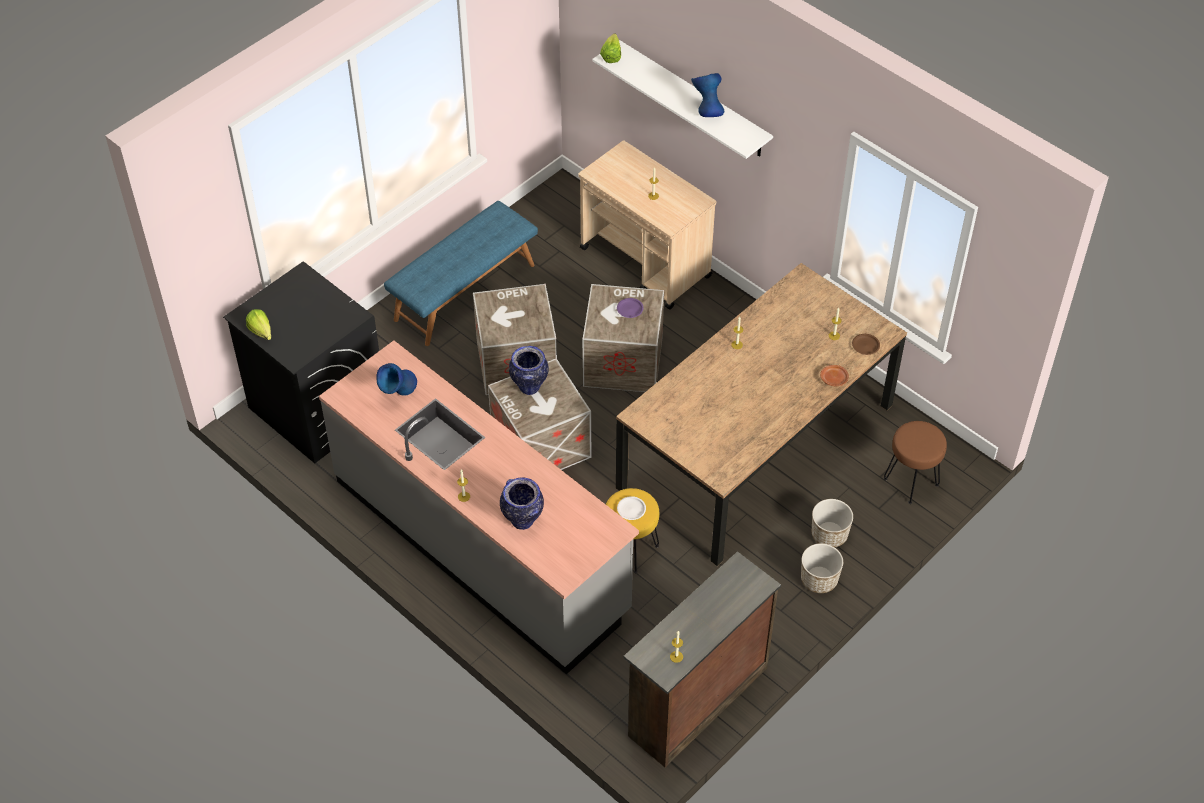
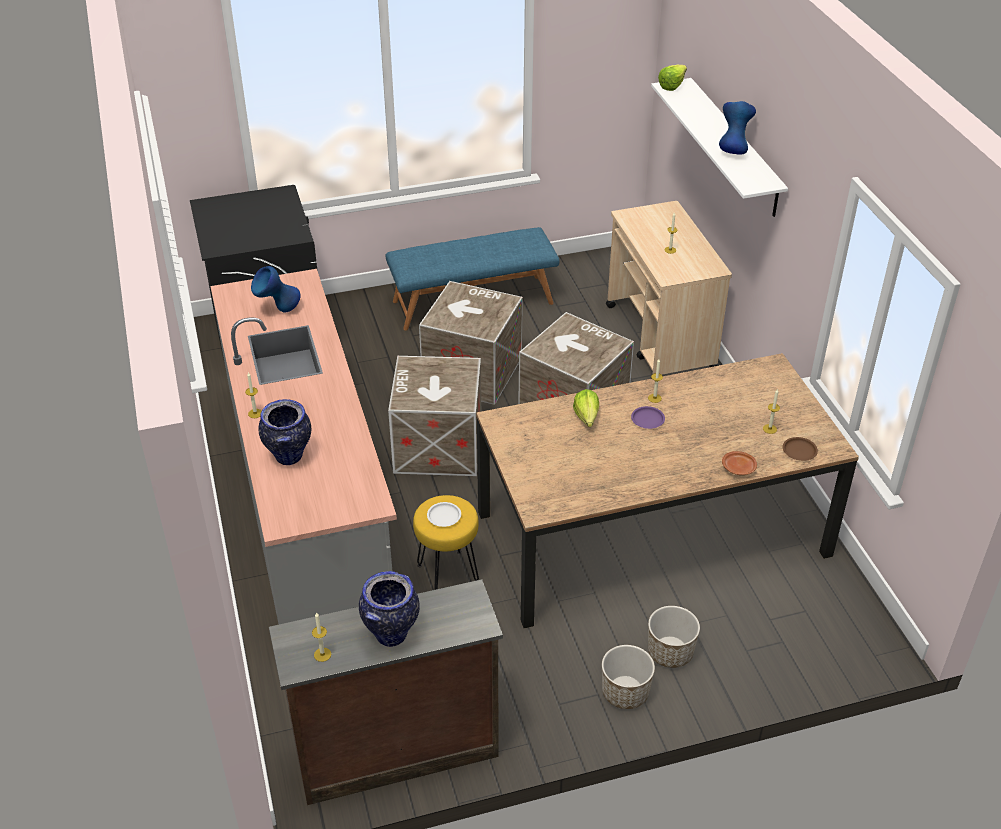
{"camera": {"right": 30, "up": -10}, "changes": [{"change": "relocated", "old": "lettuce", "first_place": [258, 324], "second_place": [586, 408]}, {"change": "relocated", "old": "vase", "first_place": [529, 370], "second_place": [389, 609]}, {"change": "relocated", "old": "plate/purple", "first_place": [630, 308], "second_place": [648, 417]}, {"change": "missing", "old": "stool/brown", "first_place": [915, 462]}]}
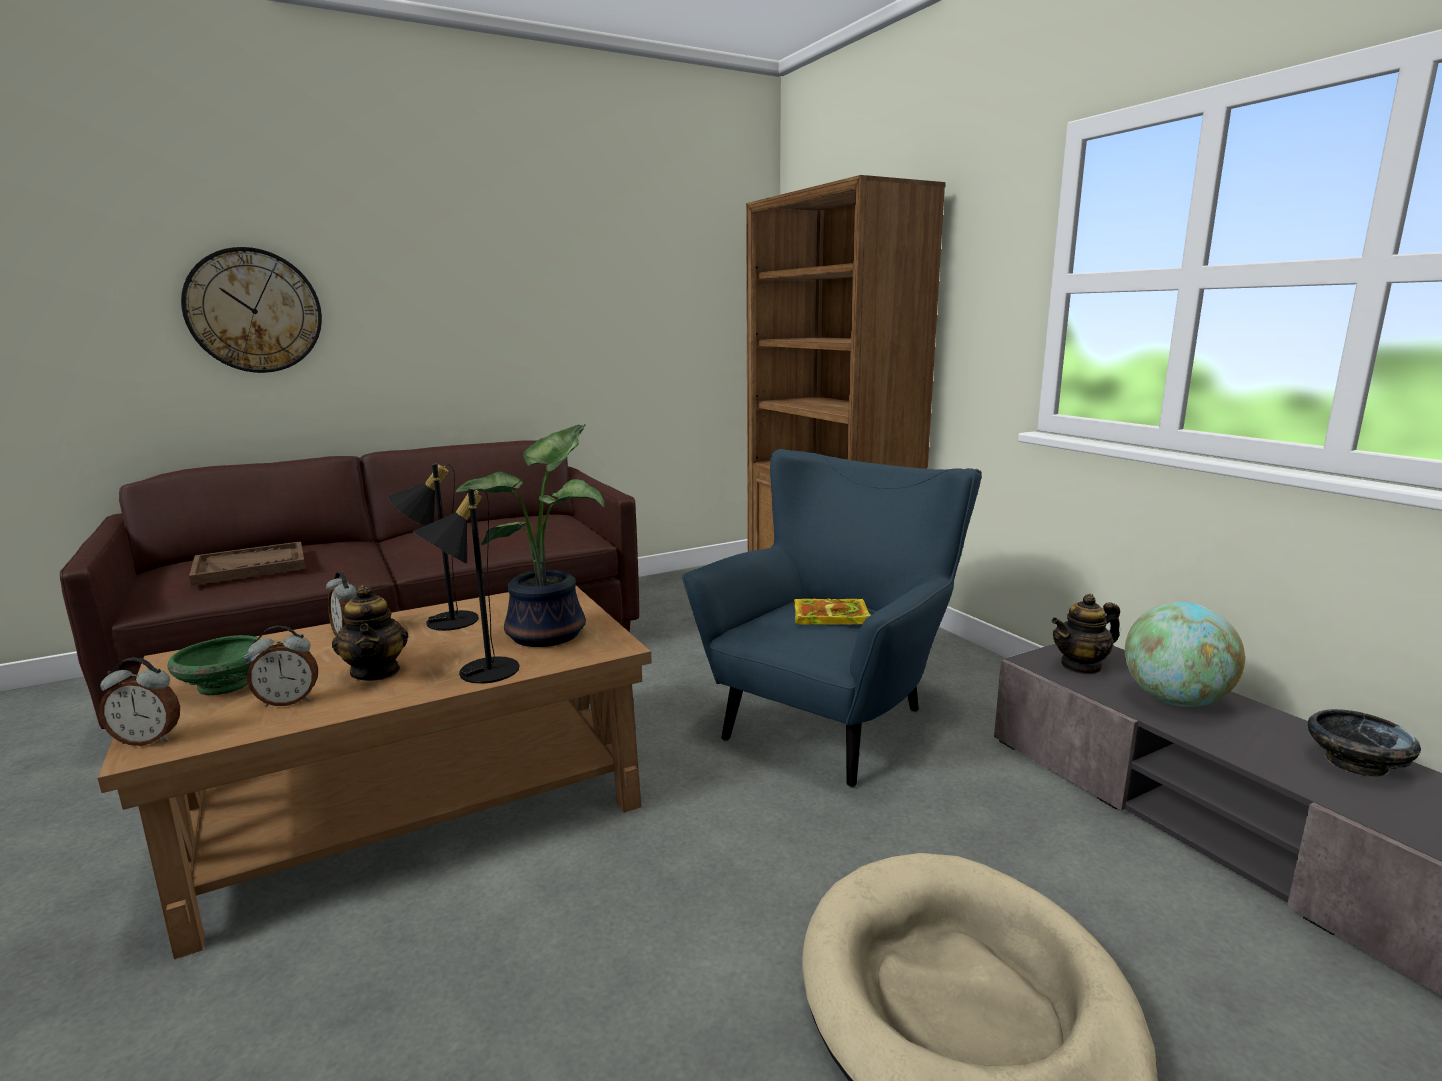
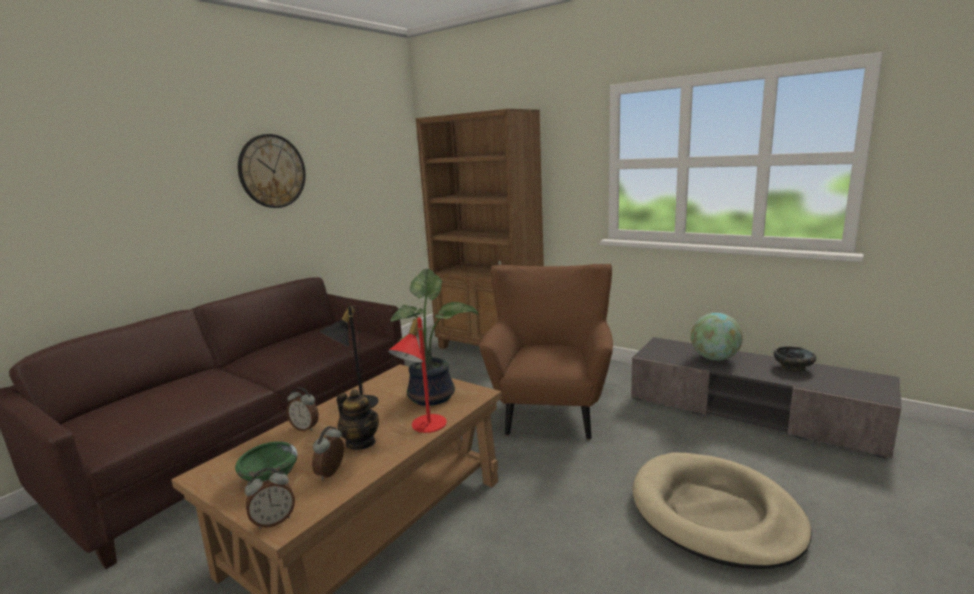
{"camera": {"right": -25, "up": 0}, "changes": [{"change": "relocated", "old": "wall clock", "first_place": [251, 310], "second_place": [272, 171]}, {"change": "missing", "old": "tray/brown", "first_place": [247, 563]}, {"change": "spun", "old": "alarm clock", "first_place": [282, 666], "second_place": [328, 453], "degrees": 150}, {"change": "colour", "old": "table lamp/black", "new": "table lamp/red", "first_place": [465, 586], "second_place": [417, 375]}, {"change": "colour", "old": "armchair/blue", "new": "armchair/brown", "first_place": [832, 618], "second_place": [546, 352]}, {"change": "missing", "old": "book", "first_place": [832, 611]}, {"change": "missing", "old": "teapot", "first_place": [1086, 634]}]}
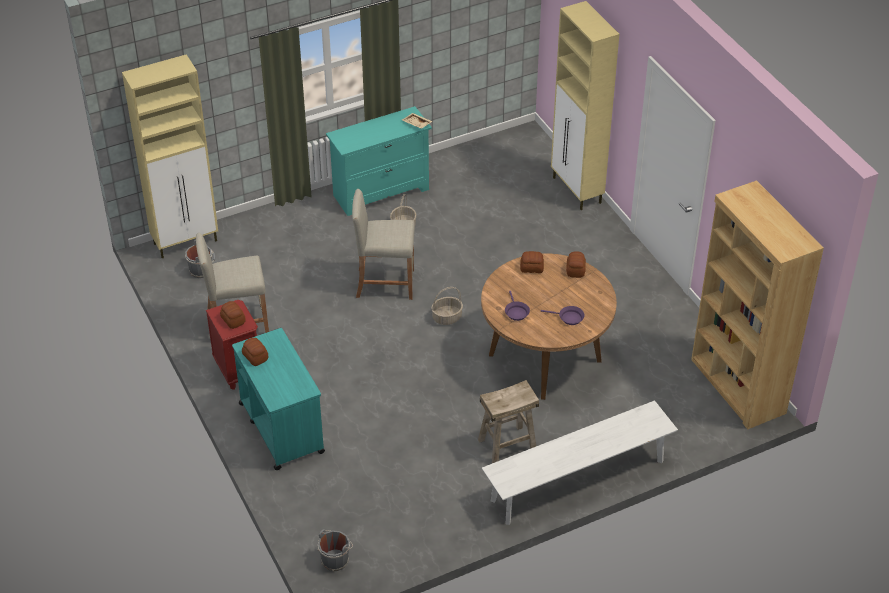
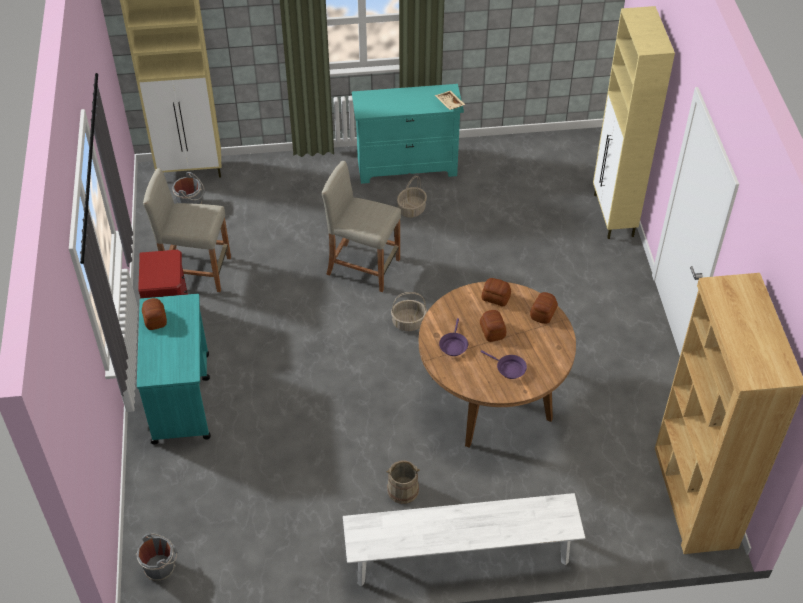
{"camera": {"right": 20, "up": 5}, "changes": [{"change": "relocated", "old": "bread", "first_place": [233, 315], "second_place": [493, 326]}, {"change": "exchanged", "old": "stool/beige", "new": "bucket/beige", "first_place": [508, 421], "second_place": [403, 482]}]}
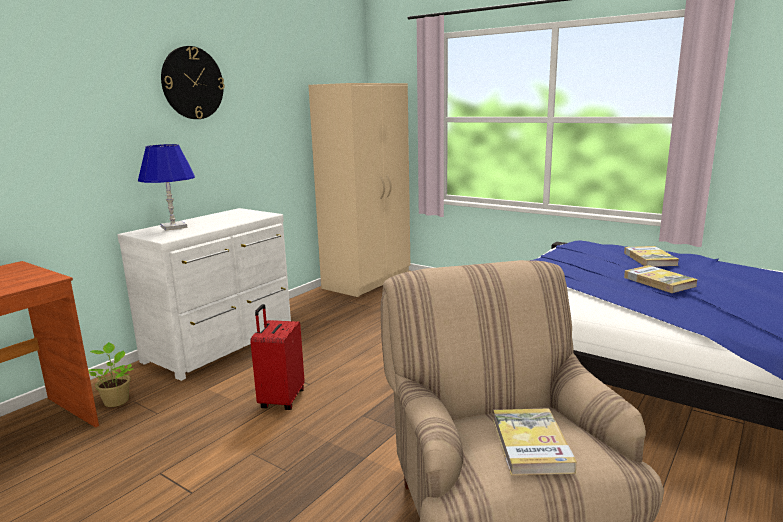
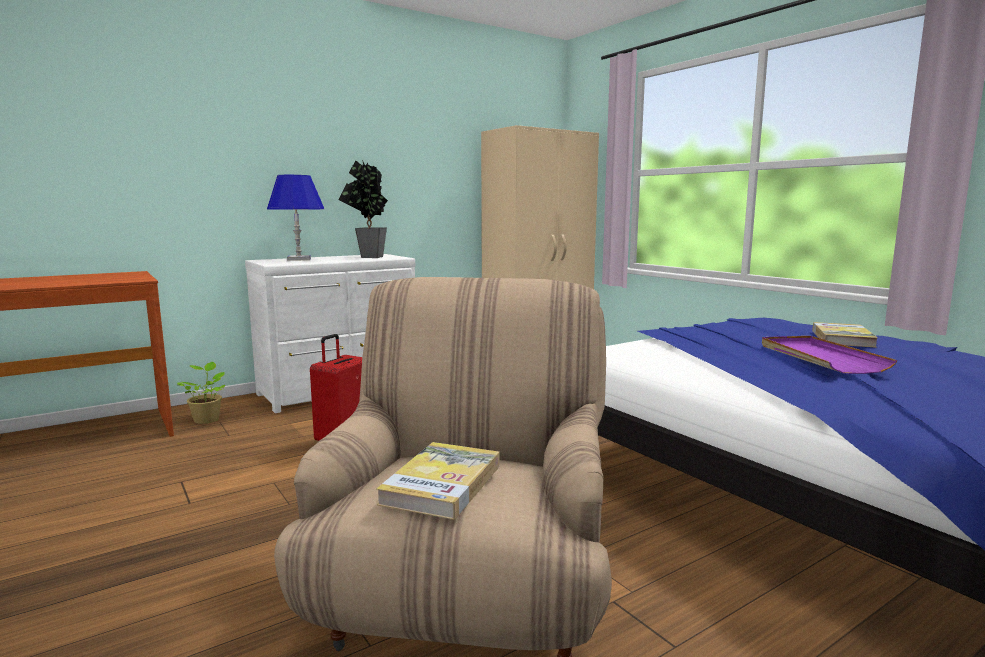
{"camera": {"right": 20, "up": -5}, "changes": [{"change": "missing", "old": "wall clock", "first_place": [193, 82]}, {"change": "exchanged", "old": "book", "new": "tray/purple", "first_place": [661, 279], "second_place": [829, 355]}, {"change": "appeared", "new": "potted plant", "second_place": [363, 209]}]}
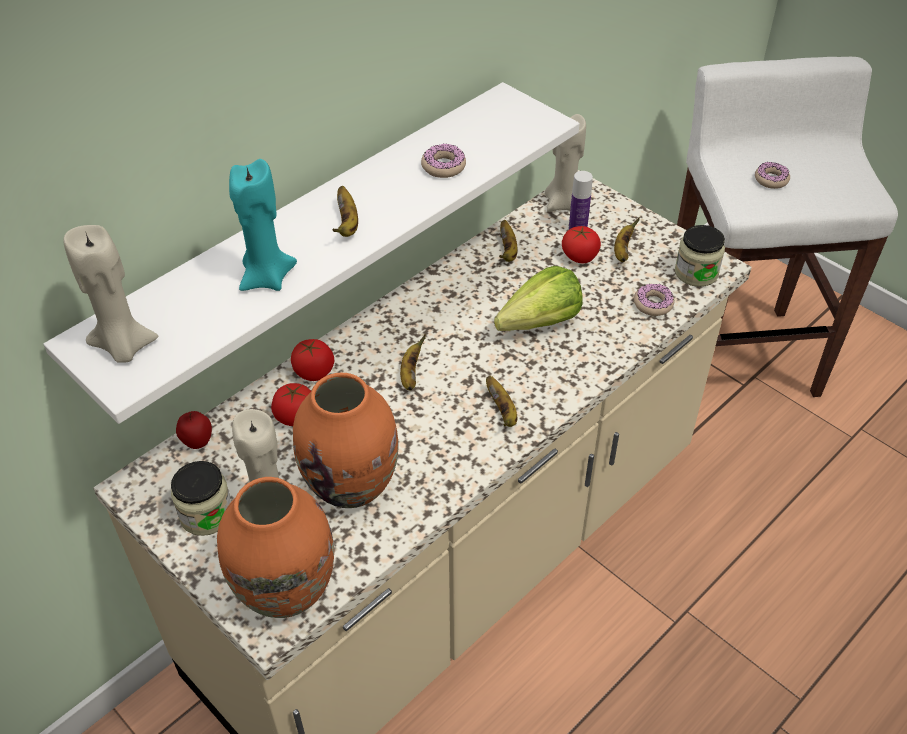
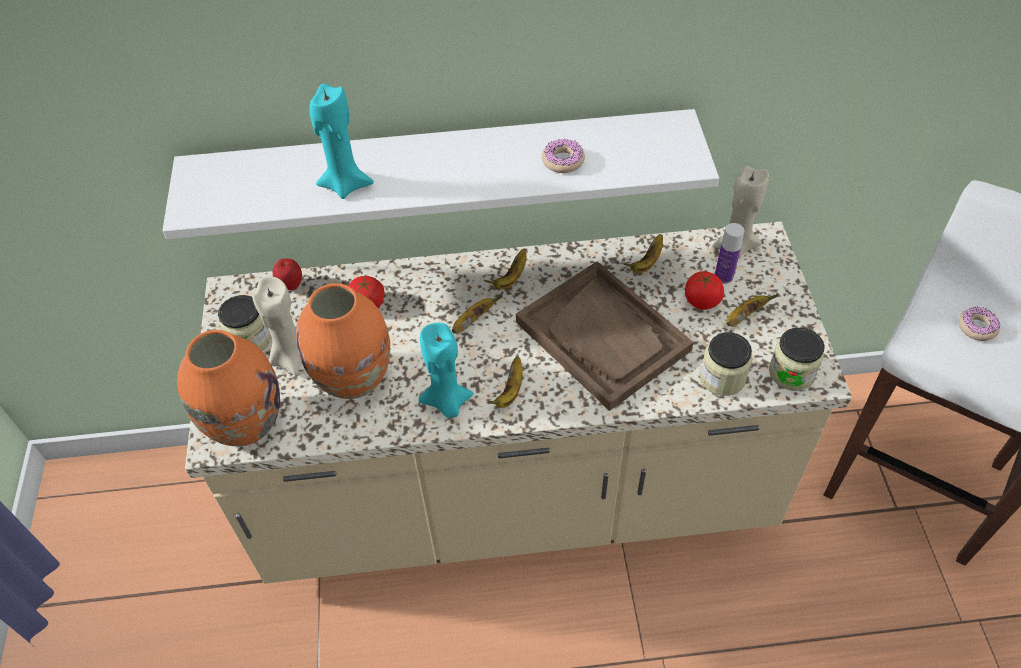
{"camera": {"right": 40, "up": 5}, "changes": [{"change": "missing", "old": "candle/beige", "first_place": [110, 294]}, {"change": "missing", "old": "tomato", "first_place": [312, 360]}, {"change": "relocated", "old": "banana", "first_place": [345, 211], "second_place": [506, 269]}, {"change": "exchanged", "old": "lettuce", "new": "tray/brown", "first_place": [538, 298], "second_place": [605, 336]}, {"change": "exchanged", "old": "donut", "new": "jar", "first_place": [654, 300], "second_place": [726, 364]}, {"change": "appeared", "new": "candle/turquoise", "second_place": [446, 370]}]}
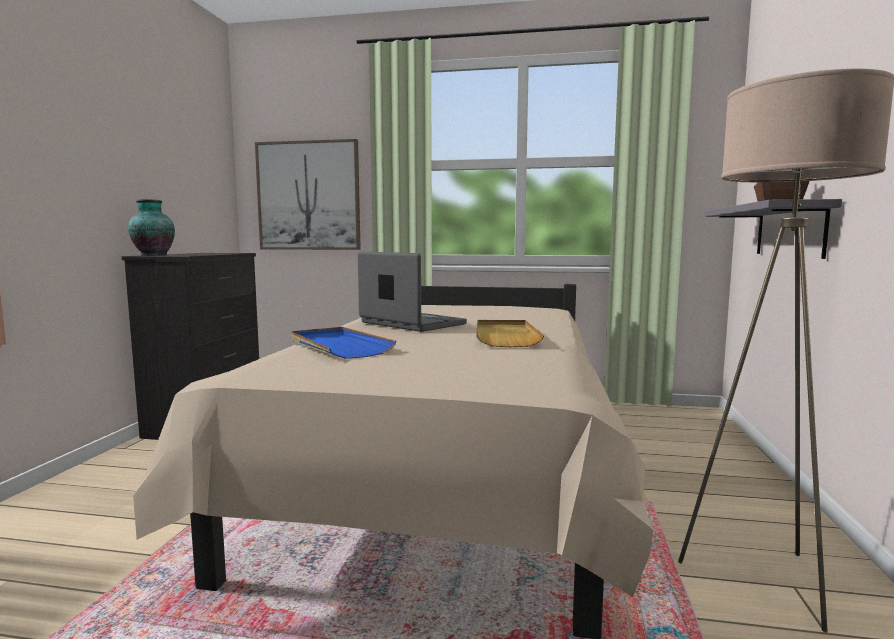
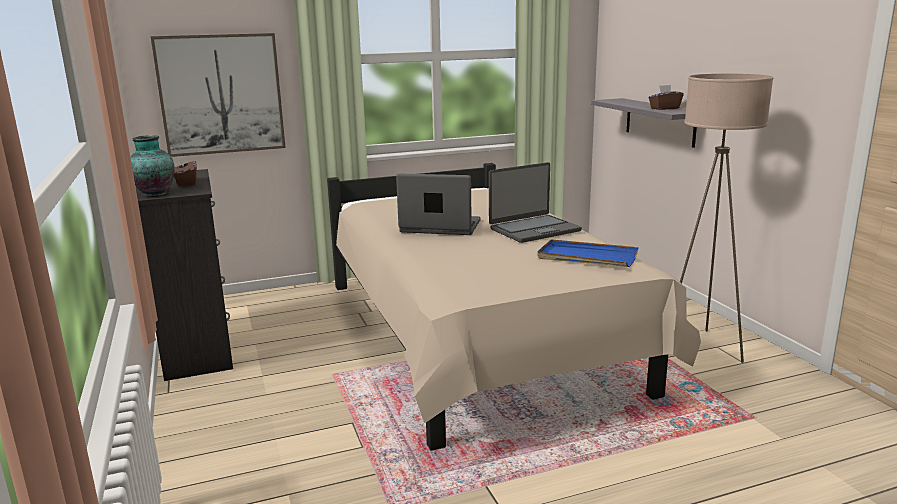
{"camera": {"right": -30, "up": 10}, "changes": [{"change": "relocated", "old": "tray/blue", "first_place": [343, 343], "second_place": [588, 253]}, {"change": "exchanged", "old": "tray/beige", "new": "laptop", "first_place": [510, 333], "second_place": [535, 202]}, {"change": "appeared", "new": "tissue box/brown", "second_place": [185, 171]}]}
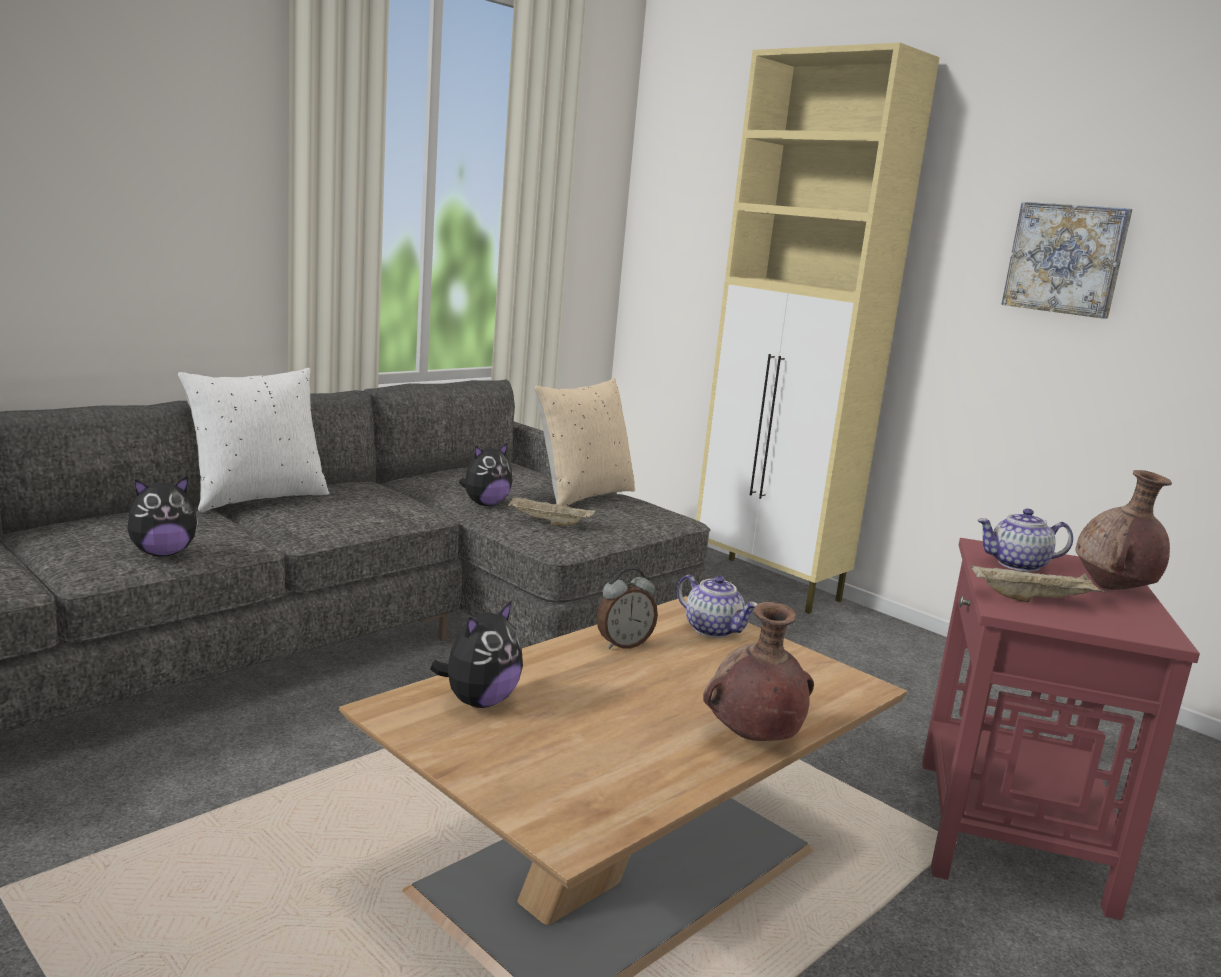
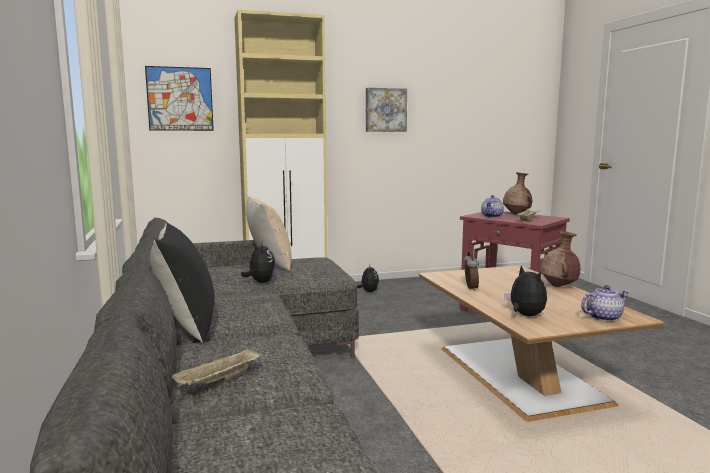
{"camera": {"right": -60, "up": -5}, "changes": [{"change": "relocated", "old": "plush toy", "first_place": [163, 516], "second_place": [368, 278]}, {"change": "colour", "old": "pillow/white", "new": "pillow/black", "first_place": [253, 440], "second_place": [182, 282]}, {"change": "relocated", "old": "tray/beige", "first_place": [551, 511], "second_place": [216, 366]}, {"change": "relocated", "old": "teapot", "first_place": [717, 606], "second_place": [605, 303]}, {"change": "appeared", "new": "picture", "second_place": [179, 98]}]}
